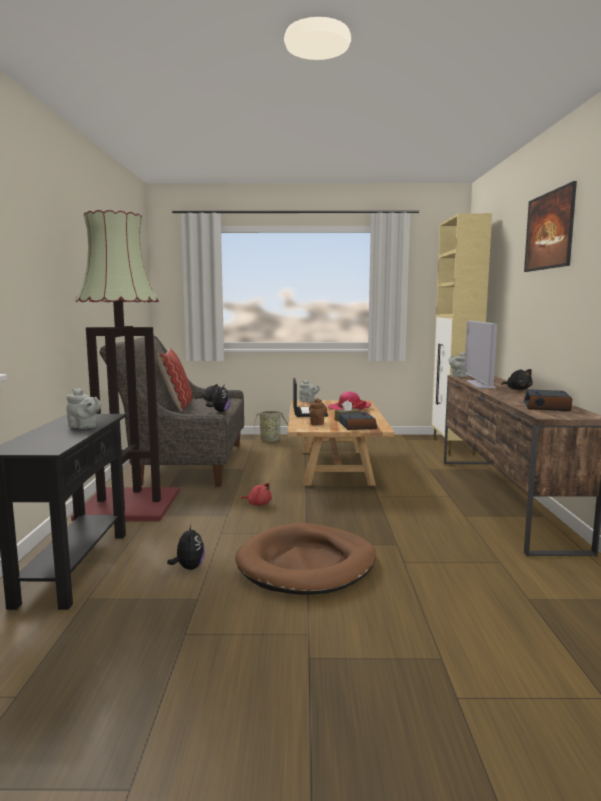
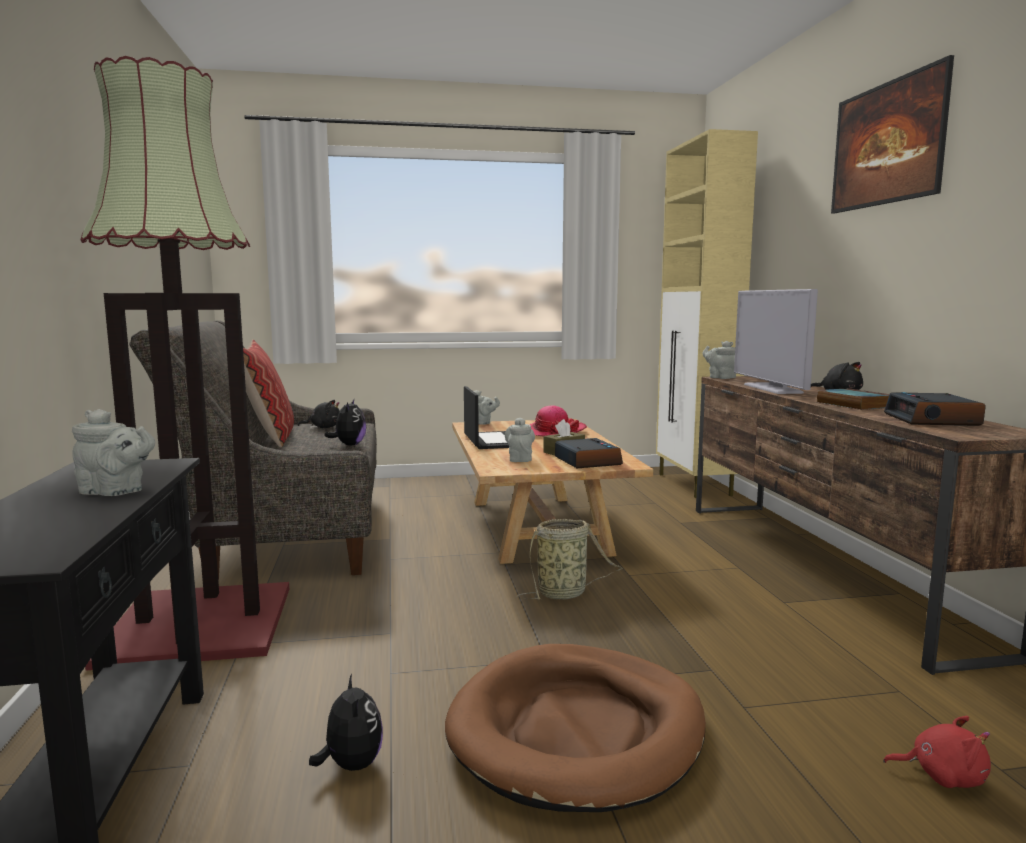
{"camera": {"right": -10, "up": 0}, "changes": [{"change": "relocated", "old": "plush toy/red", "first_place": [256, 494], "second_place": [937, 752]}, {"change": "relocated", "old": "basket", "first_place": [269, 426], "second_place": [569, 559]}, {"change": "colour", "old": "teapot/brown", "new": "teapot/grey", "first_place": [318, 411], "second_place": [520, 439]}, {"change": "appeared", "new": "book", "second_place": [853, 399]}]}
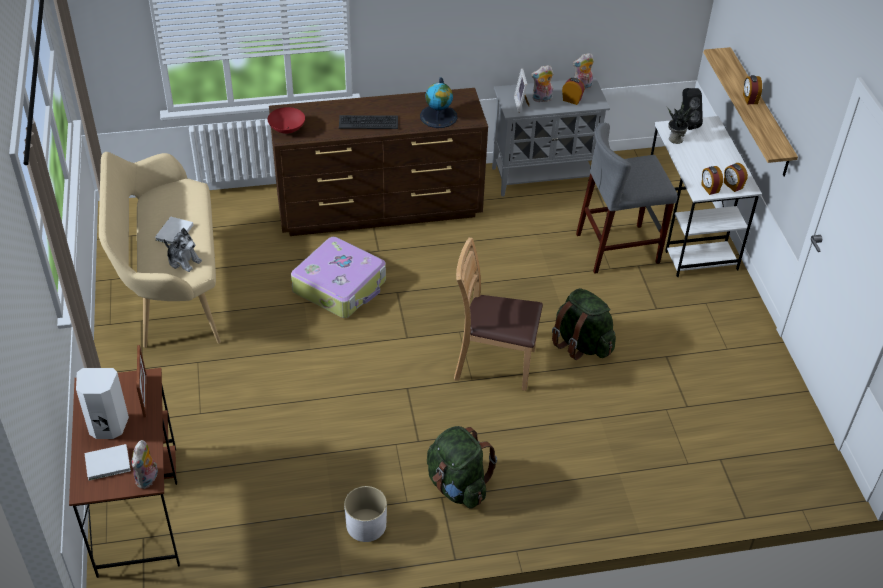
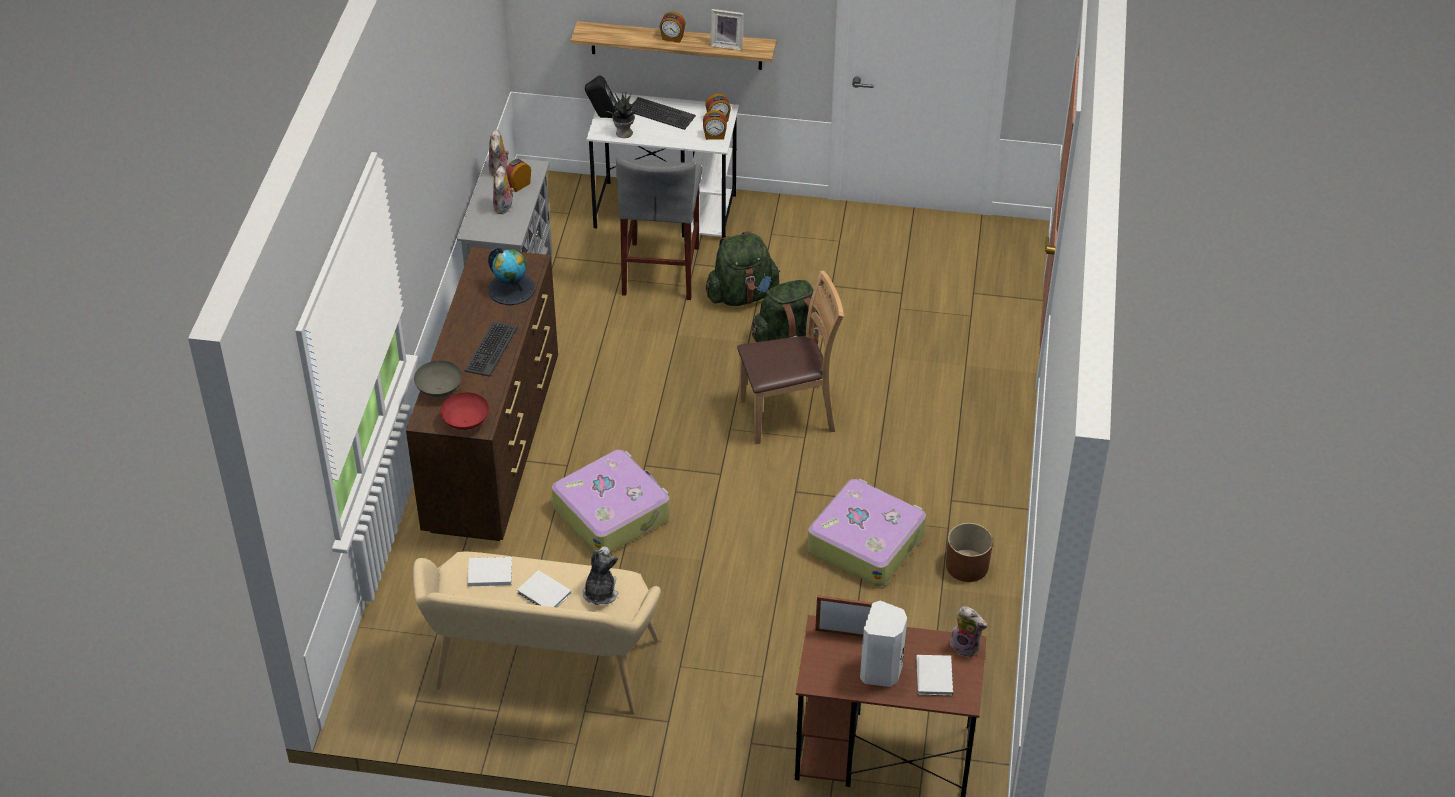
{"camera": {"right": -70, "up": 0}, "changes": [{"change": "spun", "old": "plush toy", "first_place": [183, 250], "second_place": [600, 575], "degrees": -45}, {"change": "colour", "old": "planter/white", "new": "planter/brown", "first_place": [365, 514], "second_place": [969, 552]}, {"change": "relocated", "old": "backpack/green", "first_place": [462, 467], "second_place": [743, 268]}, {"change": "spun", "old": "chair/brown", "first_place": [498, 314], "second_place": [790, 357], "degrees": -135}, {"change": "relocated", "old": "picture frame", "first_place": [521, 90], "second_place": [727, 29]}, {"change": "appeared", "new": "bowl/grey", "second_place": [438, 378]}, {"change": "appeared", "new": "book/white", "second_place": [490, 571]}, {"change": "appeared", "new": "keyboard", "second_place": [663, 113]}, {"change": "appeared", "new": "suitcase", "second_place": [866, 532]}]}
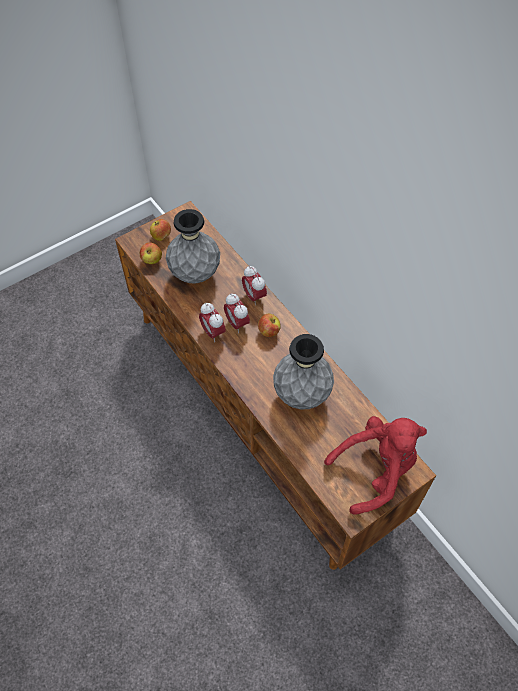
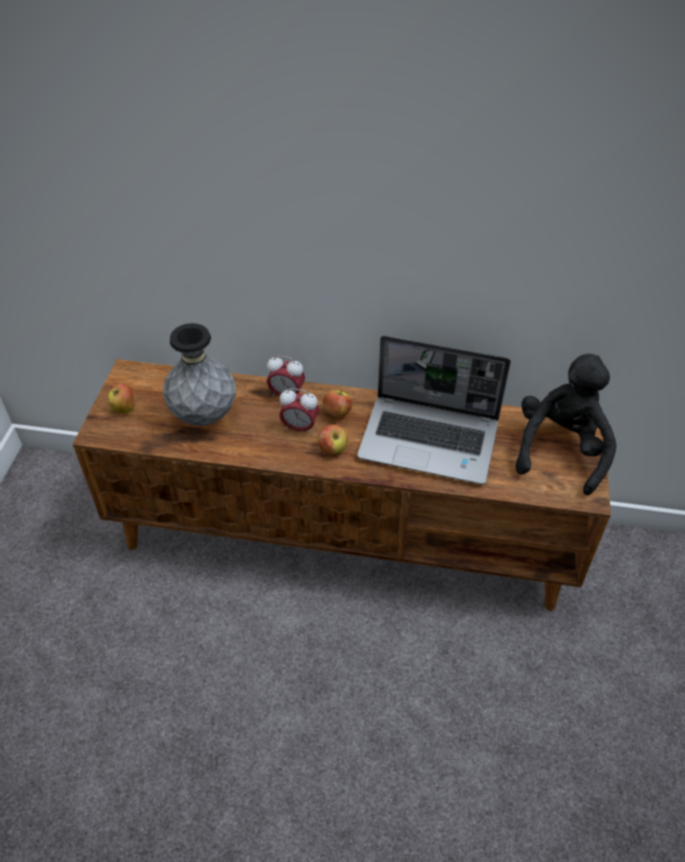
{"camera": {"right": -45, "up": -10}, "changes": [{"change": "relocated", "old": "apple", "first_place": [151, 253], "second_place": [333, 440]}, {"change": "missing", "old": "alarm clock", "first_place": [212, 322]}, {"change": "exchanged", "old": "vase/grey", "new": "laptop", "first_place": [303, 372], "second_place": [434, 410]}, {"change": "colour", "old": "plush toy/red", "new": "plush toy/black", "first_place": [375, 465], "second_place": [565, 425]}]}
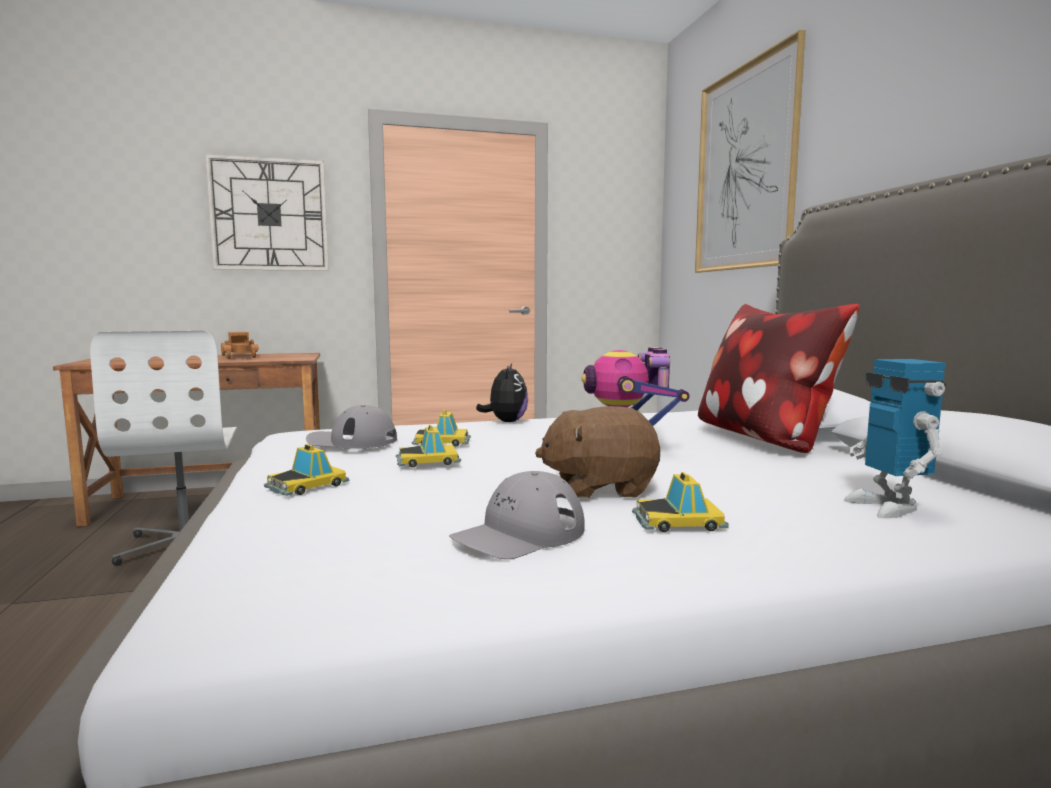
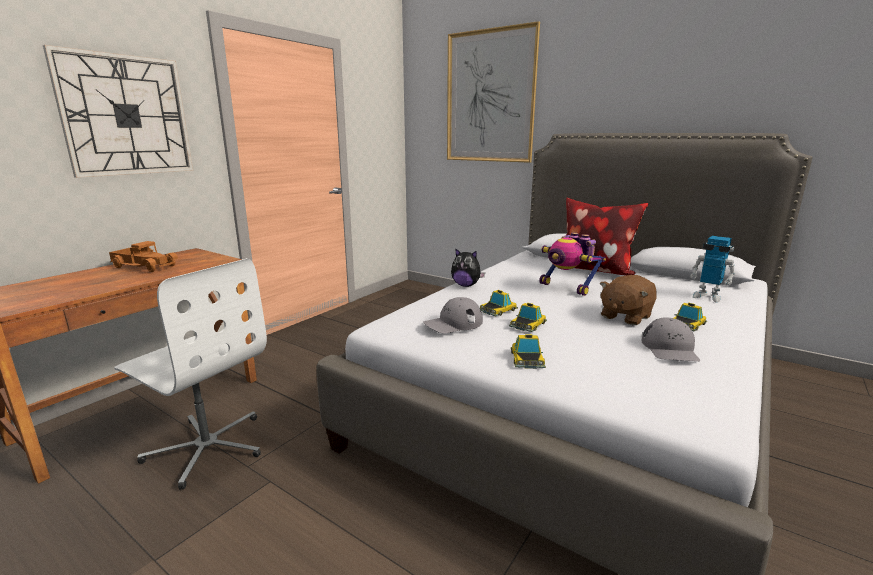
{"camera": {"right": -40, "up": 10}, "changes": [{"change": "spun", "old": "plush toy", "first_place": [502, 392], "second_place": [468, 267], "degrees": 150}]}
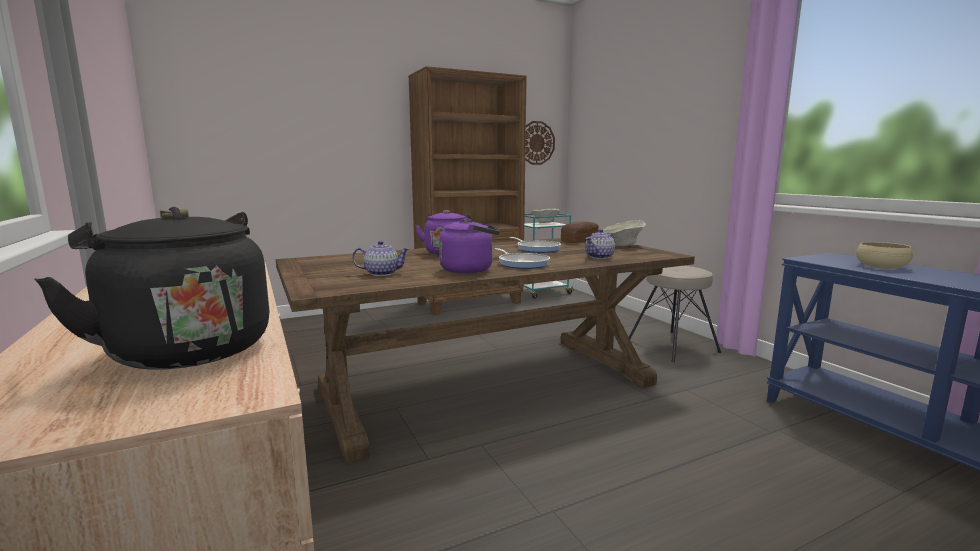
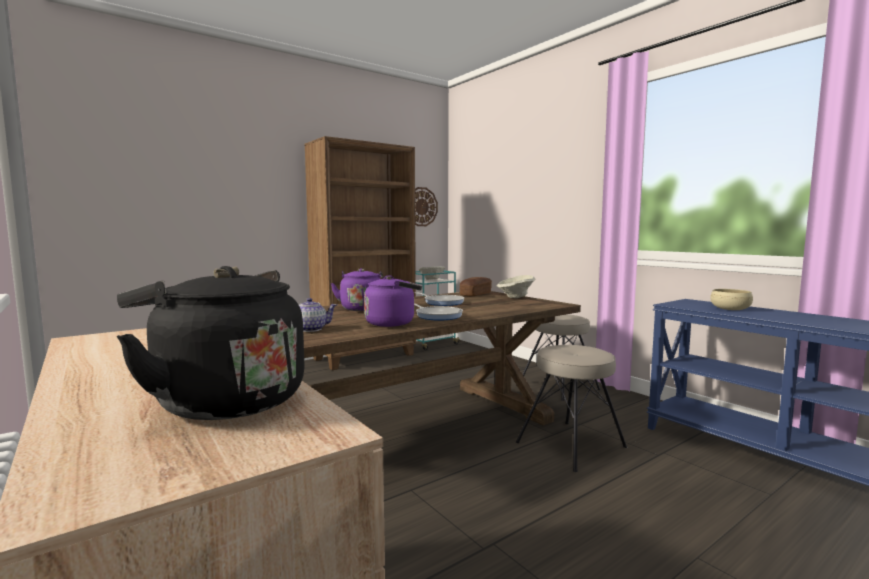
{"camera": {"right": -10, "up": -5}, "changes": [{"change": "missing", "old": "teapot", "first_place": [600, 244]}, {"change": "appeared", "new": "stool/beige", "second_place": [571, 408]}]}
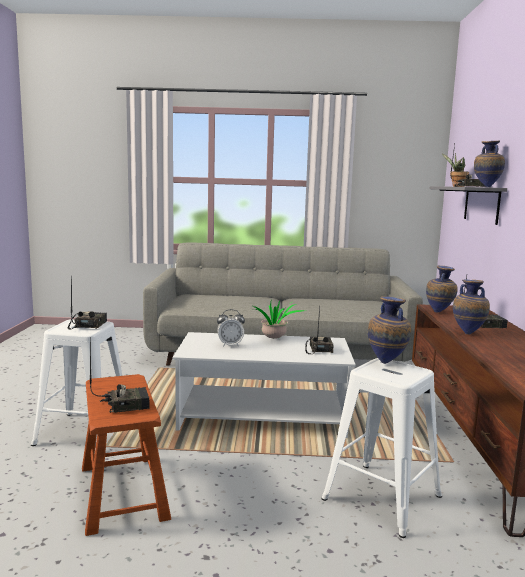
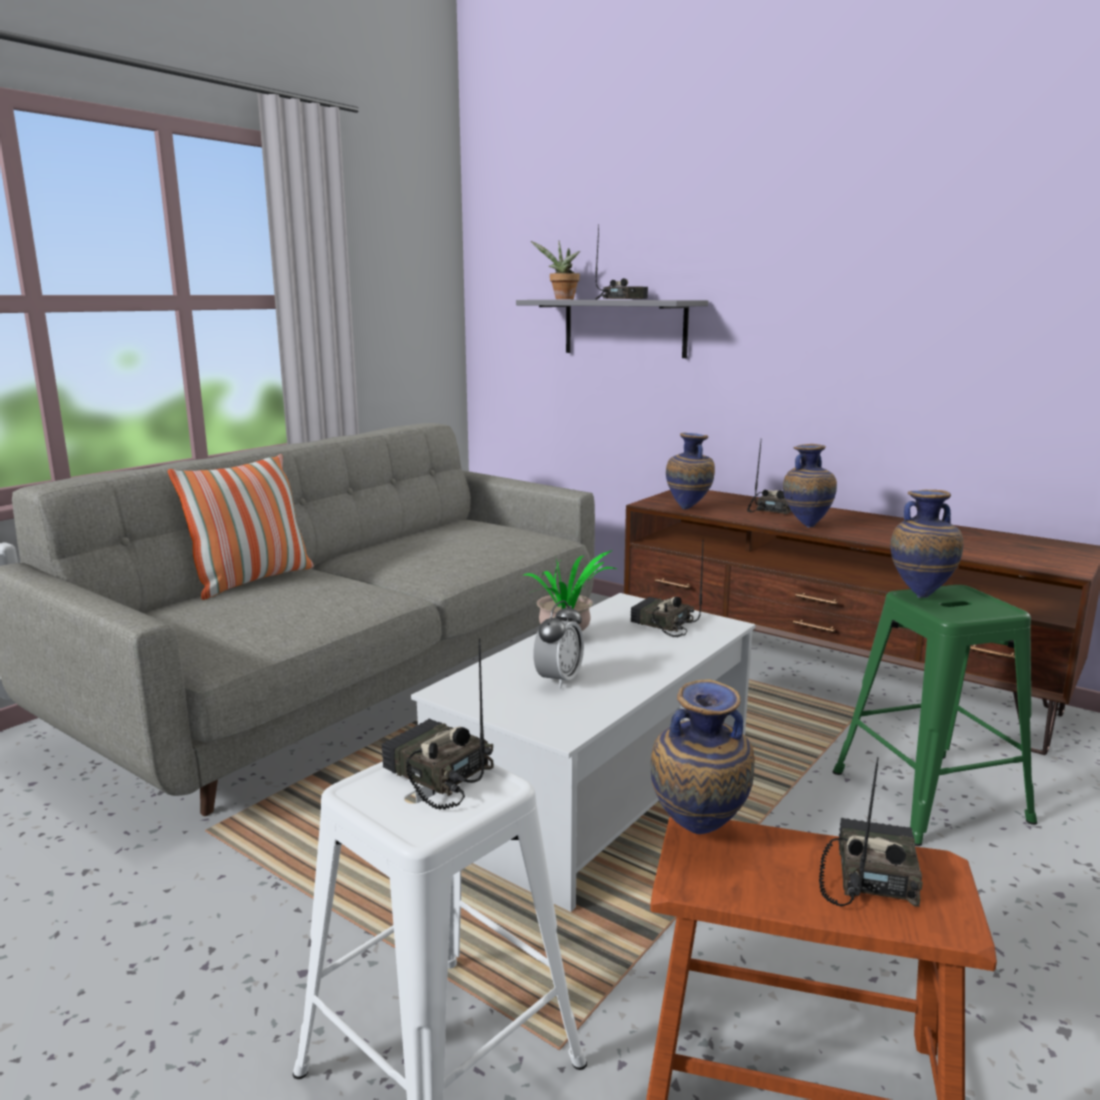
{"camera": {"right": -55, "up": 5}, "changes": [{"change": "colour", "old": "stool/white", "new": "stool/green", "first_place": [381, 448], "second_place": [935, 715]}, {"change": "relocated", "old": "vase", "first_place": [489, 164], "second_place": [702, 756]}, {"change": "appeared", "new": "pillow", "second_place": [241, 527]}]}
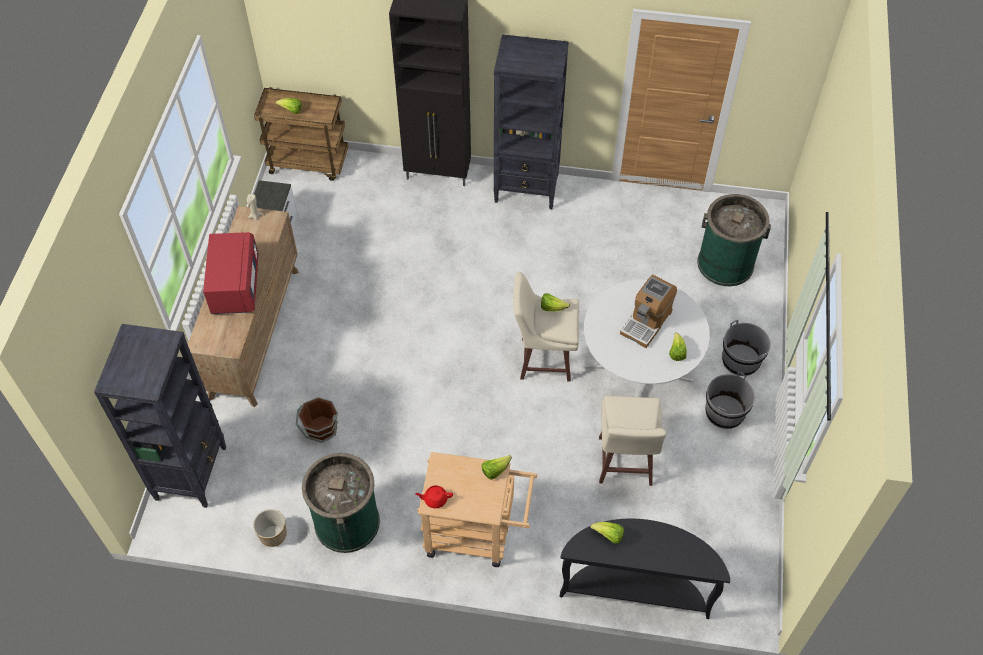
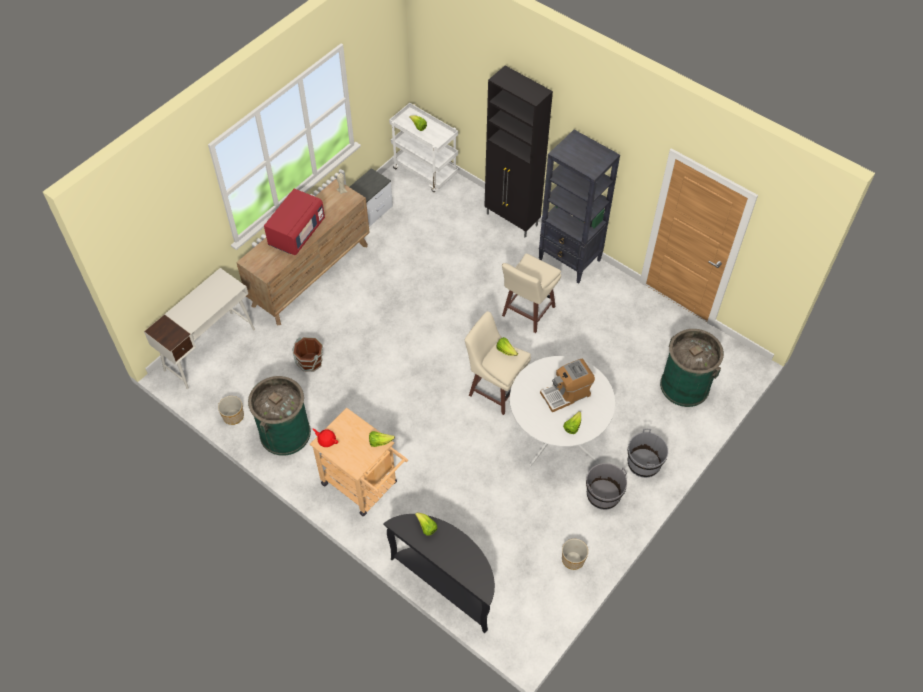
{"camera": {"right": 30, "up": 0}, "changes": [{"change": "exchanged", "old": "bookcase/black", "new": "desk/white", "first_place": [160, 416], "second_place": [199, 328]}, {"change": "colour", "old": "cart/brown", "new": "cart/white", "first_place": [301, 134], "second_place": [423, 147]}, {"change": "relocated", "old": "stool/beige", "first_place": [632, 441], "second_place": [531, 293]}, {"change": "appeared", "new": "planter", "second_place": [575, 554]}]}
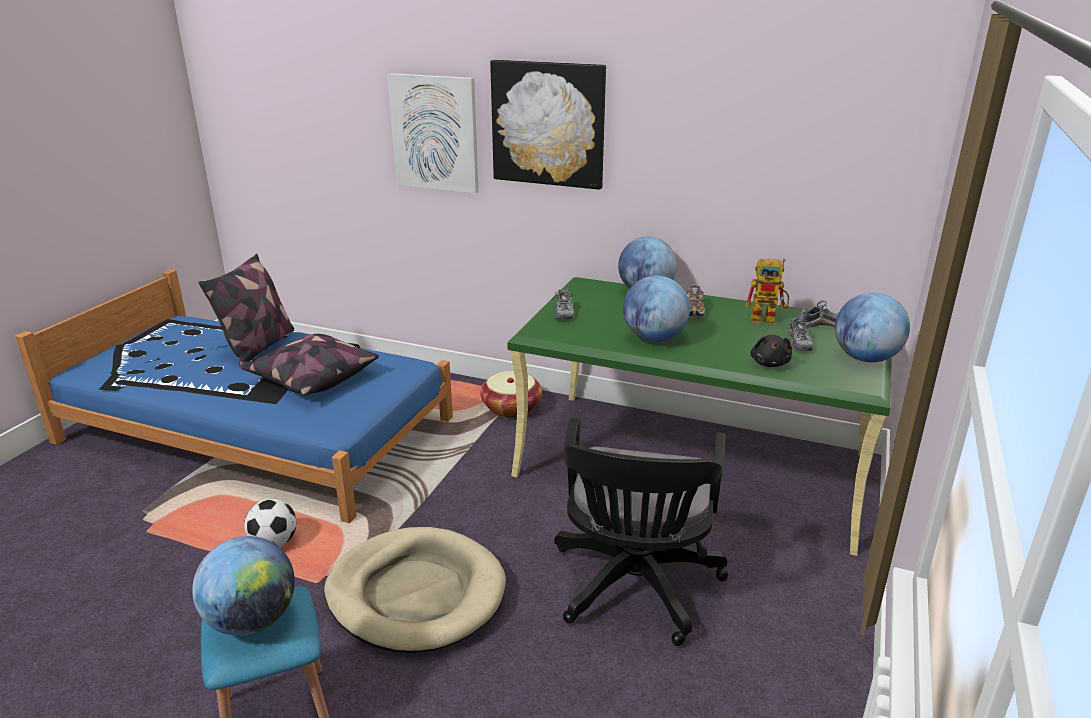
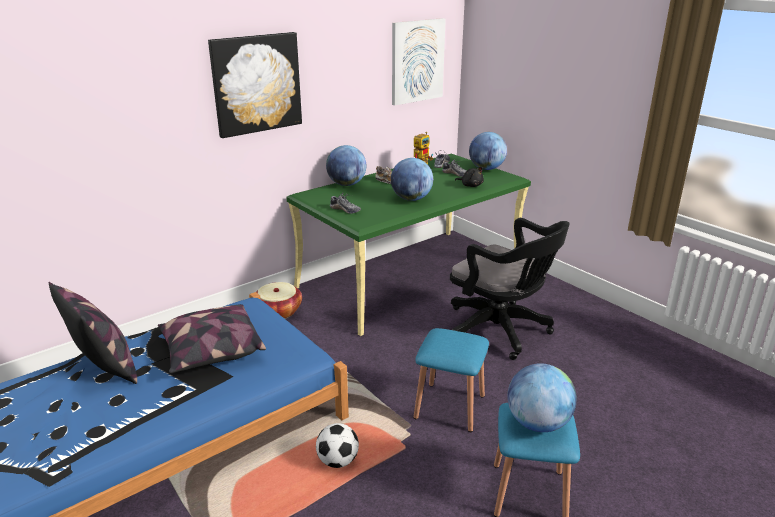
{"camera": {"right": -60, "up": 0}, "changes": [{"change": "exchanged", "old": "dog bed/beige", "new": "stool/blue", "first_place": [415, 590], "second_place": [451, 380]}, {"change": "relocated", "old": "picture", "first_place": [432, 133], "second_place": [419, 61]}]}
